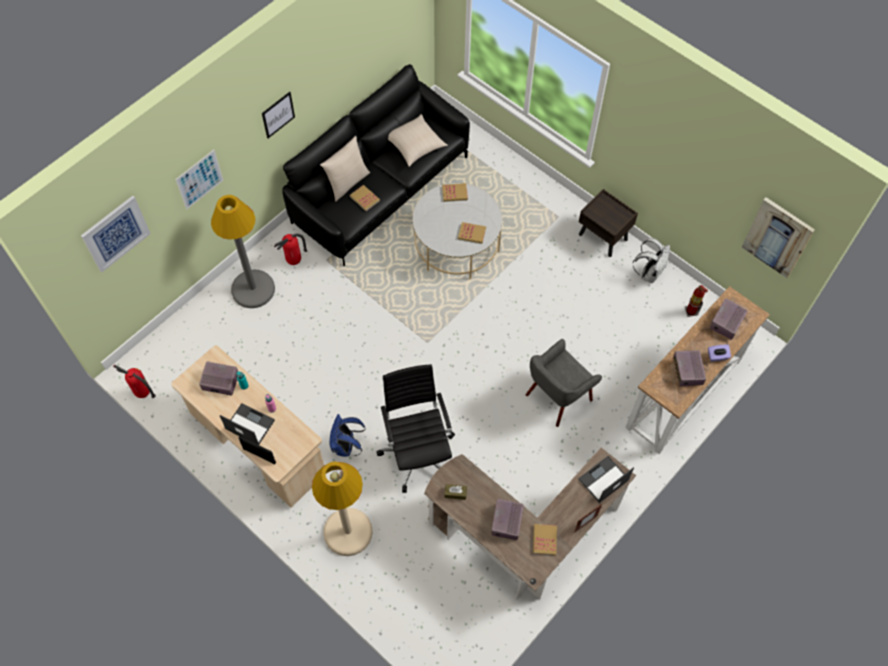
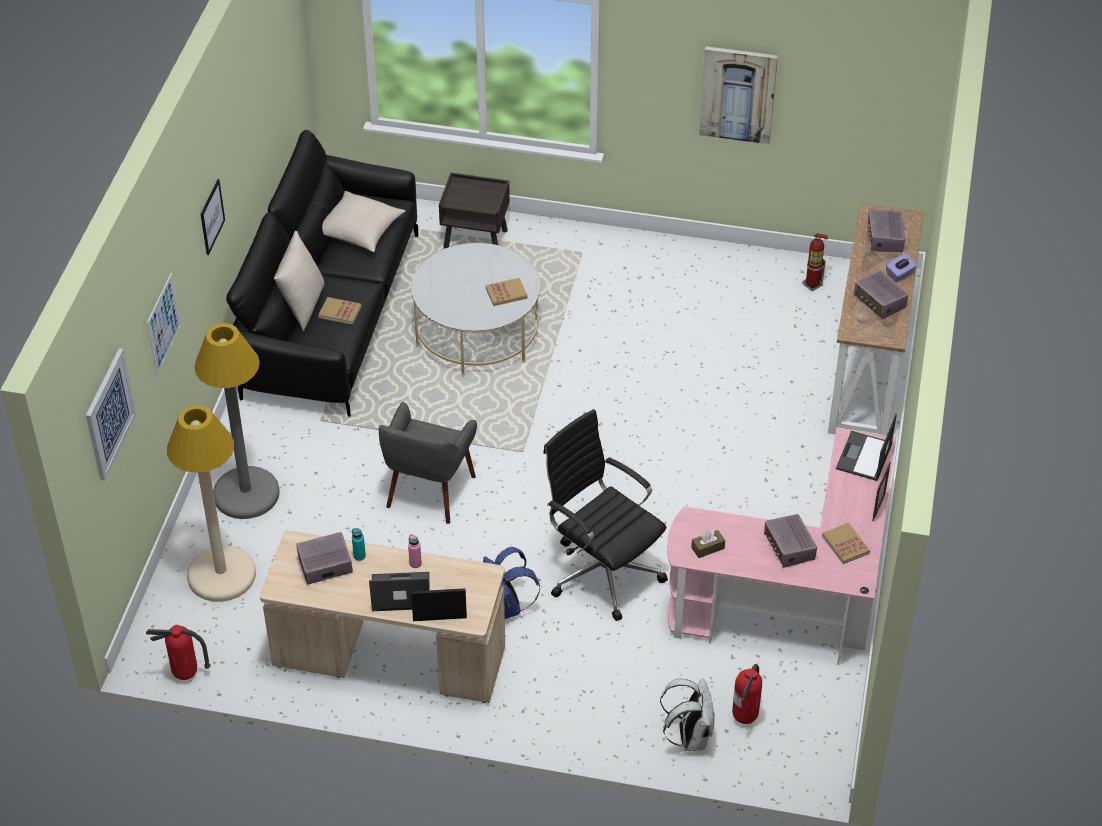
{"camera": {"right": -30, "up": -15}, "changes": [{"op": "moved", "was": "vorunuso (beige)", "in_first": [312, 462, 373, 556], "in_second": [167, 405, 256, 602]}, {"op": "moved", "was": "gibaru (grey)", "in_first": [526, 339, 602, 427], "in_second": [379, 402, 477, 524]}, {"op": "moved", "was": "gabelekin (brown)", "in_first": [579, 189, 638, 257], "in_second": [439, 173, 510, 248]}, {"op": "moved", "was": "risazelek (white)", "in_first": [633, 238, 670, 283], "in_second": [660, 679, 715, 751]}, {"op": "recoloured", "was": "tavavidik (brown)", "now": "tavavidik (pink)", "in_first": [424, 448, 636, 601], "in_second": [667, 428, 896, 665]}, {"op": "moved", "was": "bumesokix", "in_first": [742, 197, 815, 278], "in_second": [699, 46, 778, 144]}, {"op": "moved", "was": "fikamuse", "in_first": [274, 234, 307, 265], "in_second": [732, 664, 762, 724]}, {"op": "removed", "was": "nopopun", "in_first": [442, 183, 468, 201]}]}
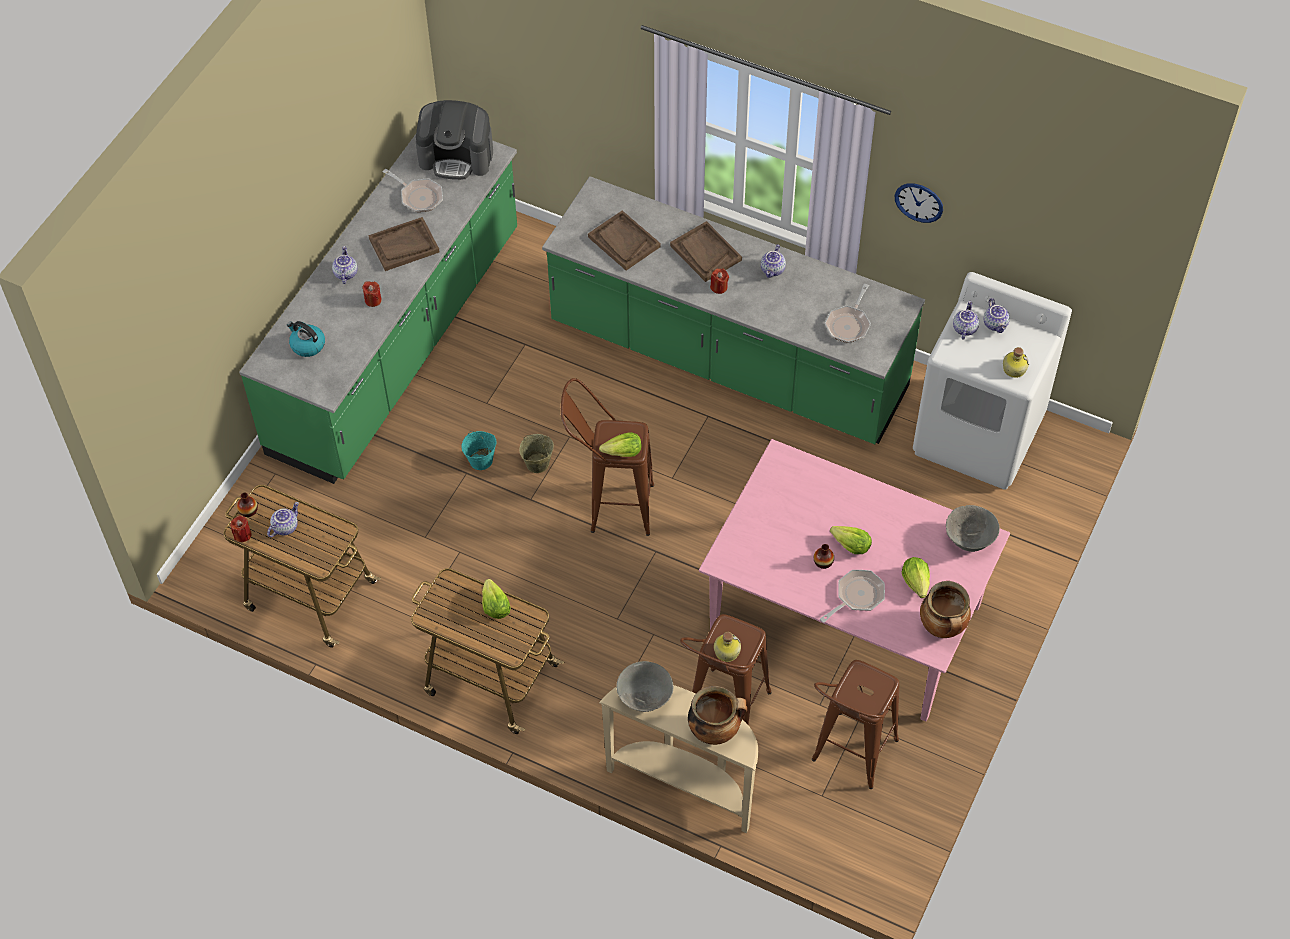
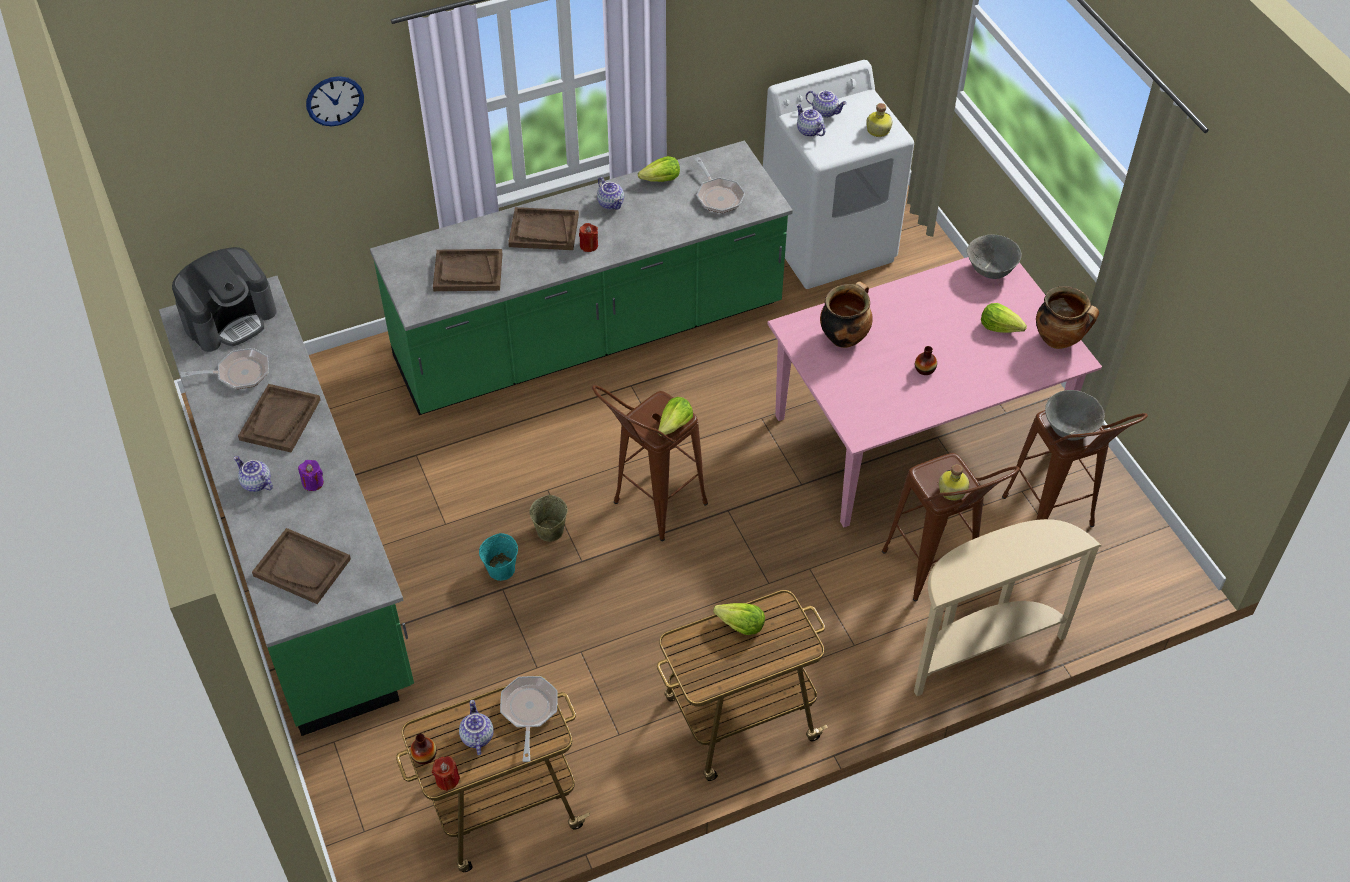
{"camera": {"right": -50, "up": -5}, "changes": [{"op": "replaced", "was": "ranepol", "now": "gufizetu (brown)", "in_first": [287, 321, 325, 357], "in_second": [252, 528, 351, 604]}, {"op": "recoloured", "was": "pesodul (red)", "now": "pesodul (purple)", "in_first": [362, 281, 382, 307], "in_second": [298, 460, 324, 491]}, {"op": "moved", "was": "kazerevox", "in_first": [894, 183, 943, 223], "in_second": [306, 76, 364, 126]}, {"op": "moved", "was": "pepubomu", "in_first": [820, 570, 885, 623], "in_second": [500, 676, 558, 762]}, {"op": "moved", "was": "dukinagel", "in_first": [830, 526, 872, 554], "in_second": [638, 156, 680, 182]}, {"op": "moved", "was": "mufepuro", "in_first": [688, 686, 747, 745], "in_second": [820, 281, 873, 348]}, {"op": "moved", "was": "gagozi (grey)", "in_first": [616, 661, 673, 712], "in_second": [1045, 390, 1105, 440]}]}
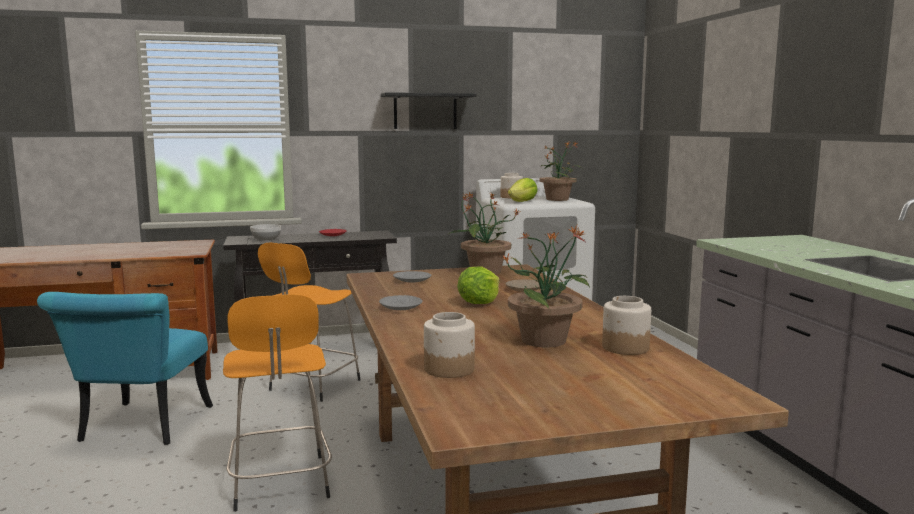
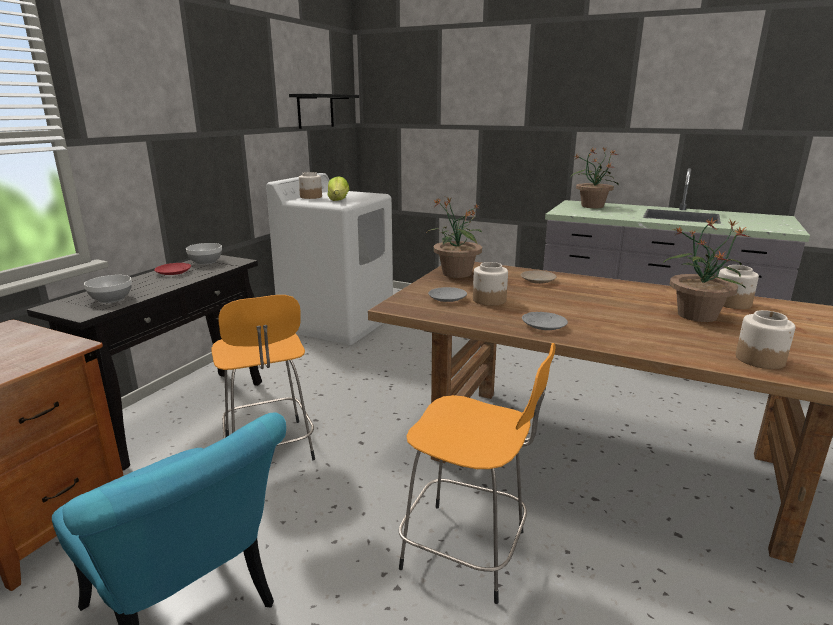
{"camera": {"right": -50, "up": 10}, "changes": [{"op": "added", "now": "gagozi", "in_second": [186, 243, 222, 265]}, {"op": "moved", "was": "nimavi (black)", "in_first": [381, 92, 476, 129], "in_second": [289, 94, 359, 129]}, {"op": "added", "now": "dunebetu", "in_second": [473, 262, 508, 306]}, {"op": "moved", "was": "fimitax", "in_first": [539, 141, 583, 201], "in_second": [570, 148, 619, 208]}, {"op": "removed", "was": "dukinagel", "in_first": [457, 266, 500, 304]}]}
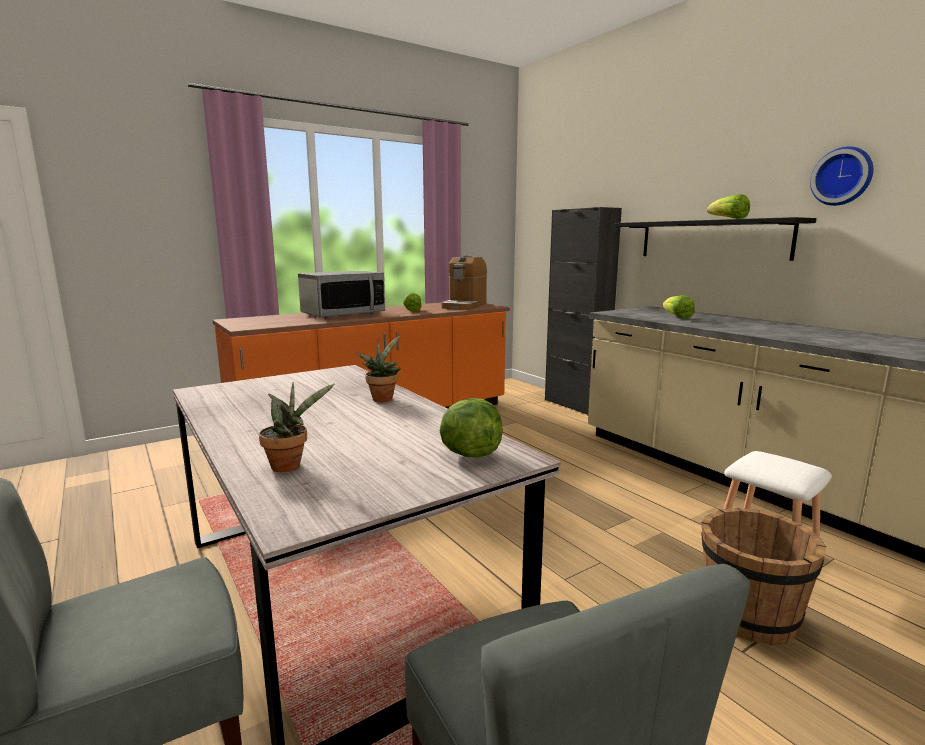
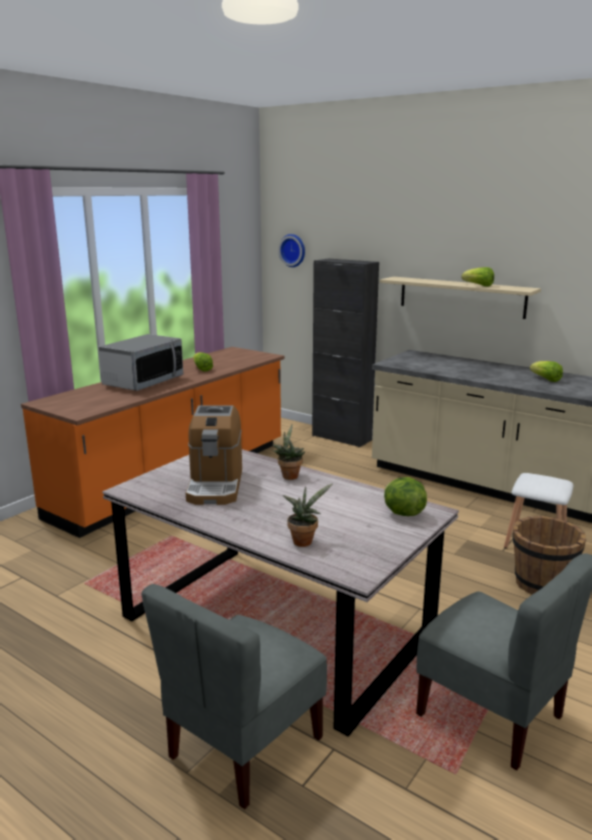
{"camera": {"right": -20, "up": 5}, "changes": [{"op": "moved", "was": "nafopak", "in_first": [442, 256, 487, 310], "in_second": [186, 405, 242, 505]}, {"op": "moved", "was": "kazerevox", "in_first": [810, 147, 874, 206], "in_second": [278, 234, 305, 267]}, {"op": "recoloured", "was": "nimavi (black)", "now": "nimavi (beige)", "in_first": [615, 217, 816, 261], "in_second": [380, 277, 541, 319]}, {"op": "moved", "was": "dukinagel", "in_first": [663, 295, 695, 319], "in_second": [530, 361, 563, 382]}]}
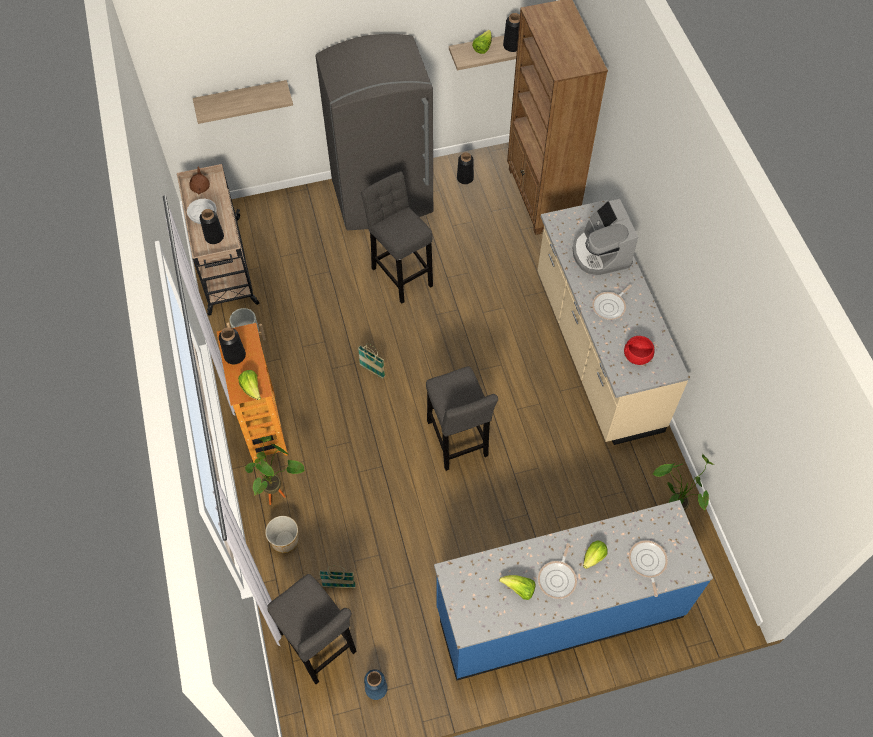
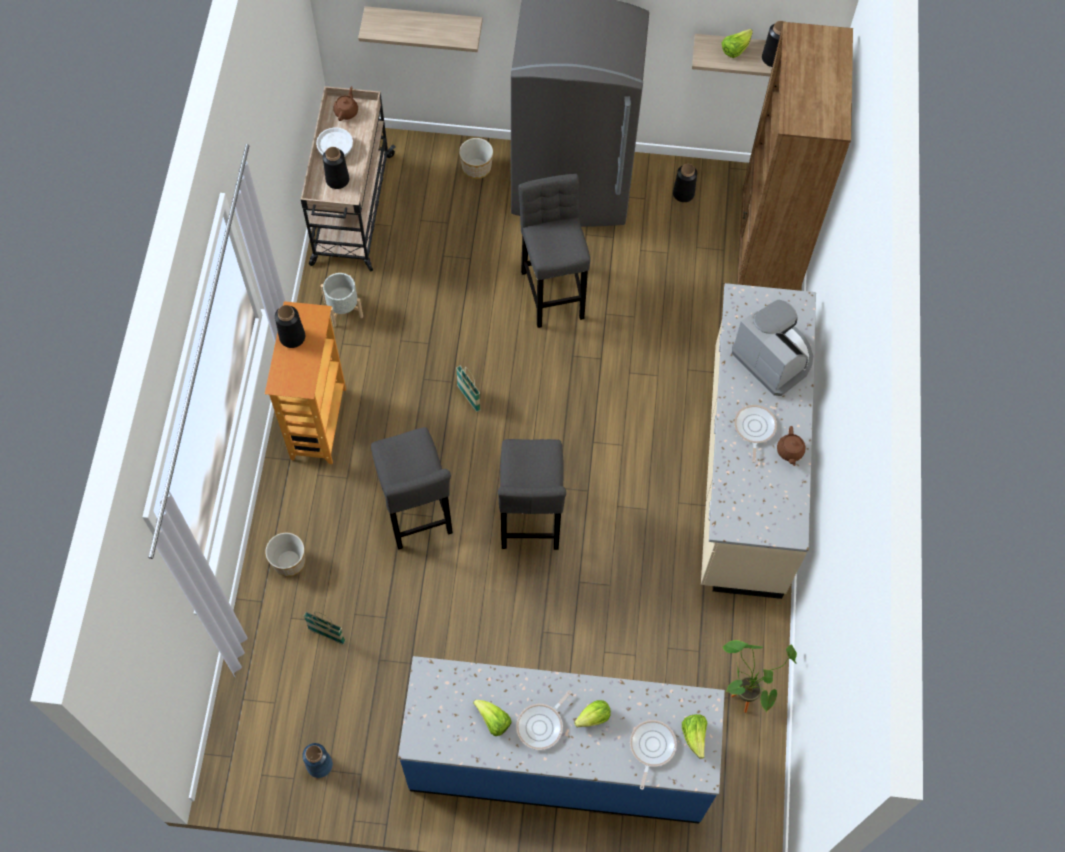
{"camera": {"right": 20, "up": 5}, "changes": [{"op": "moved", "was": "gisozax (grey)", "in_first": [267, 574, 357, 684], "in_second": [371, 427, 453, 550]}, {"op": "added", "now": "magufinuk", "in_second": [459, 138, 493, 179]}, {"op": "moved", "was": "dukinagel", "in_first": [238, 370, 261, 400], "in_second": [682, 714, 707, 759]}, {"op": "turned", "was": "nafopak", "in_first": [572, 199, 638, 275], "in_second": [732, 300, 813, 396], "clockwise": 135}, {"op": "turned", "was": "pepubomu", "in_first": [592, 285, 632, 320], "in_second": [734, 405, 777, 463], "clockwise": 120}, {"op": "added", "now": "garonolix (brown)", "in_second": [777, 426, 805, 466]}, {"op": "removed", "was": "fimitax", "in_first": [245, 436, 305, 505]}, {"op": "removed", "was": "gagozi (red)", "in_first": [624, 336, 655, 365]}]}
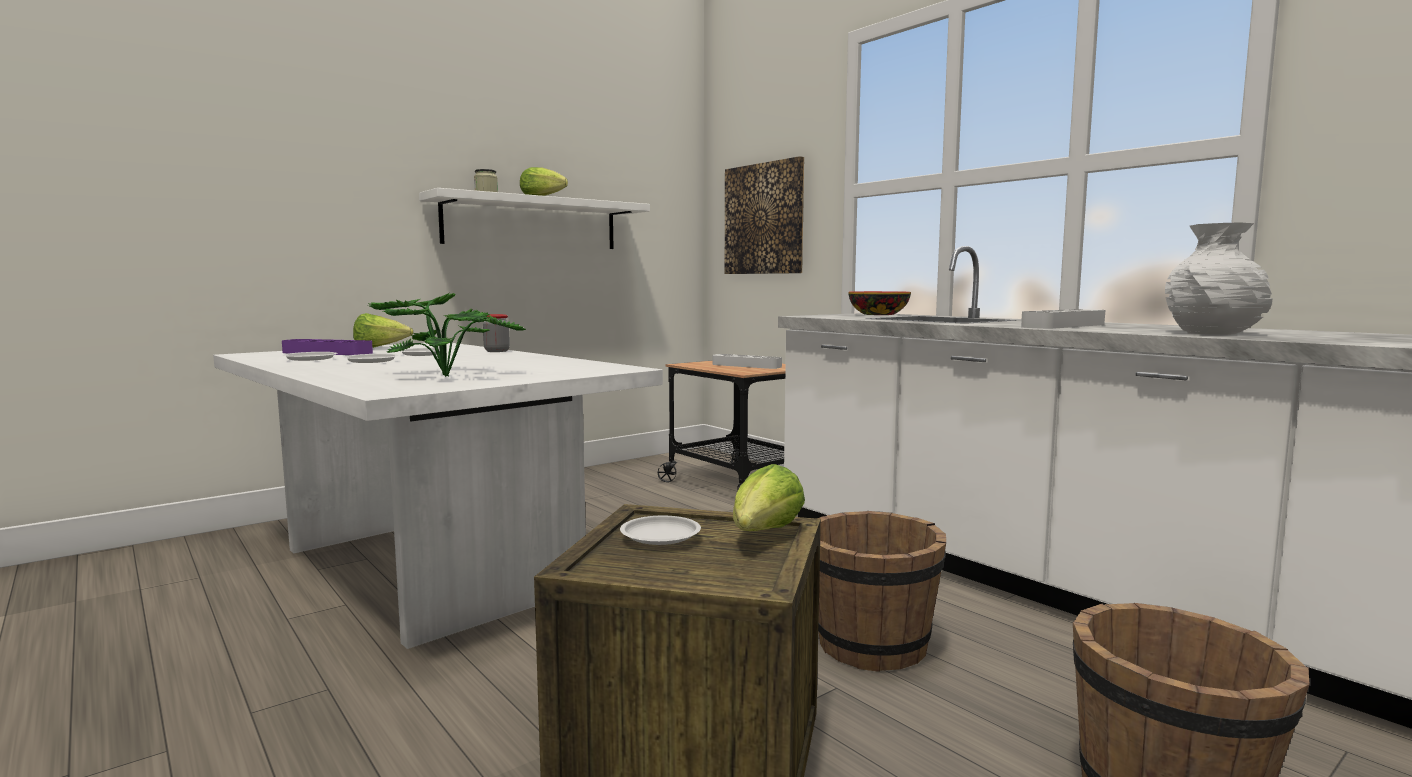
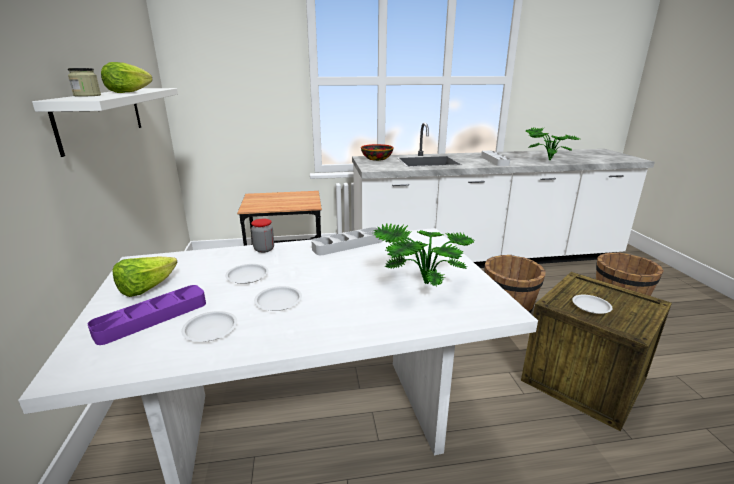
{"camera": {"right": -60, "up": 15}, "changes": [{"op": "moved", "was": "gufizetu (grey)", "in_first": [712, 354, 782, 369], "in_second": [311, 227, 383, 255]}, {"op": "replaced", "was": "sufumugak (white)", "now": "fimitax", "in_first": [1165, 222, 1272, 335], "in_second": [526, 127, 580, 160]}, {"op": "removed", "was": "bumesokix", "in_first": [725, 156, 804, 274]}, {"op": "removed", "was": "dukinagel", "in_first": [733, 464, 805, 531]}]}
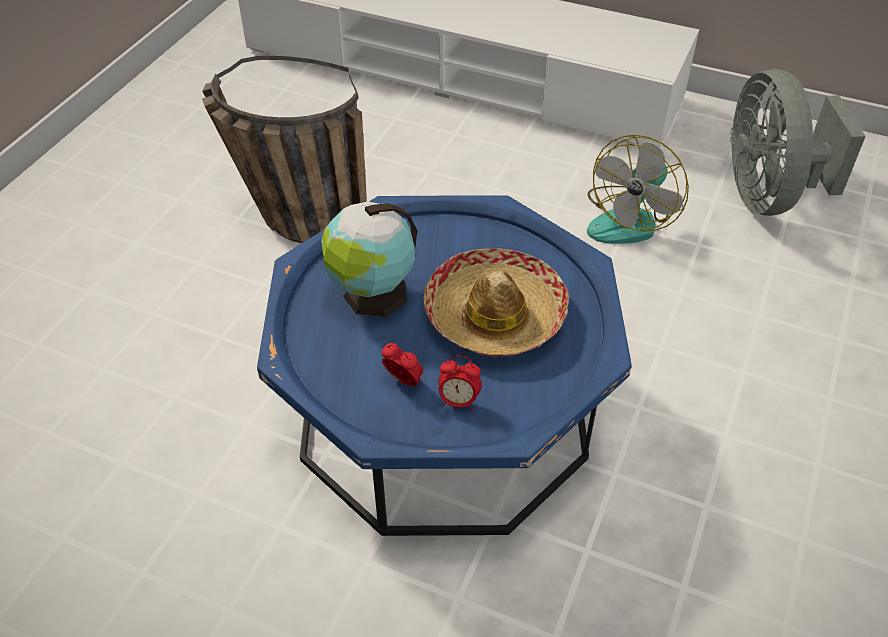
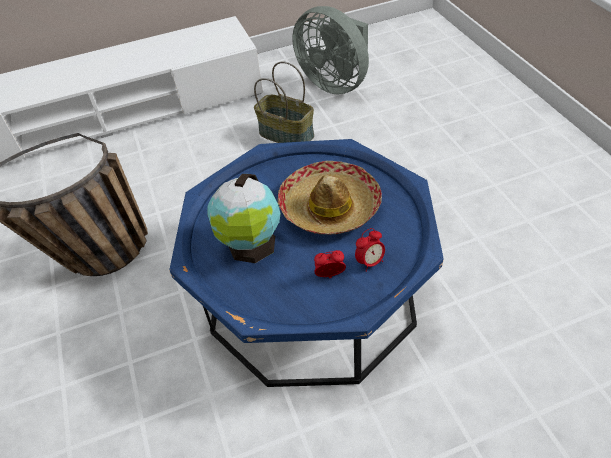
{"camera": {"right": -40, "up": 0}, "changes": [{"op": "replaced", "was": "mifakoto", "now": "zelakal", "in_first": [587, 135, 689, 244], "in_second": [254, 61, 314, 143]}]}
